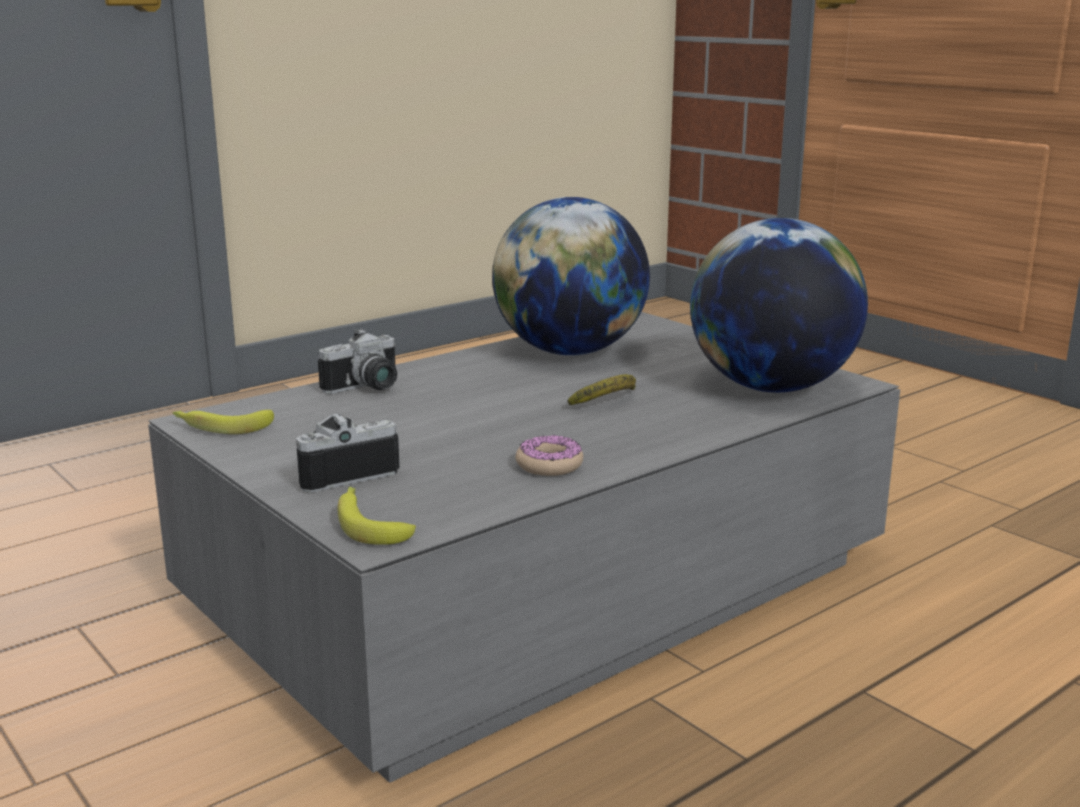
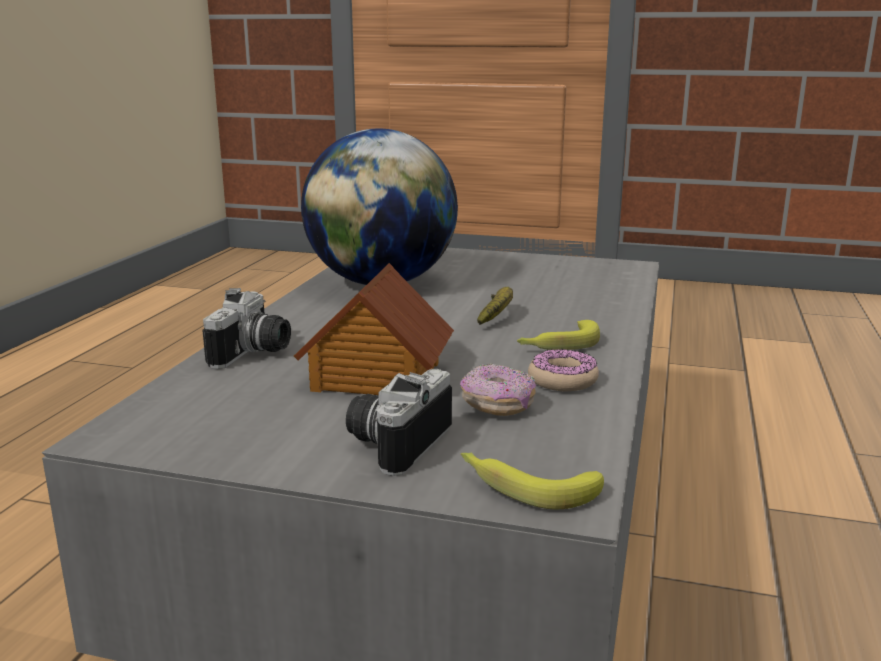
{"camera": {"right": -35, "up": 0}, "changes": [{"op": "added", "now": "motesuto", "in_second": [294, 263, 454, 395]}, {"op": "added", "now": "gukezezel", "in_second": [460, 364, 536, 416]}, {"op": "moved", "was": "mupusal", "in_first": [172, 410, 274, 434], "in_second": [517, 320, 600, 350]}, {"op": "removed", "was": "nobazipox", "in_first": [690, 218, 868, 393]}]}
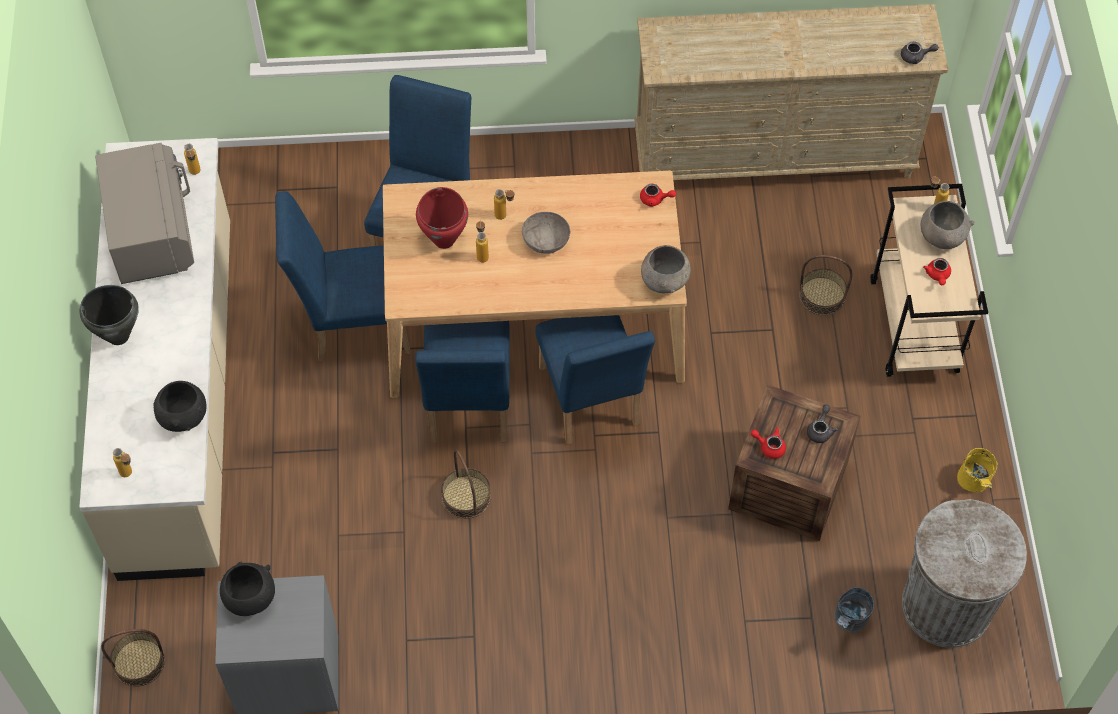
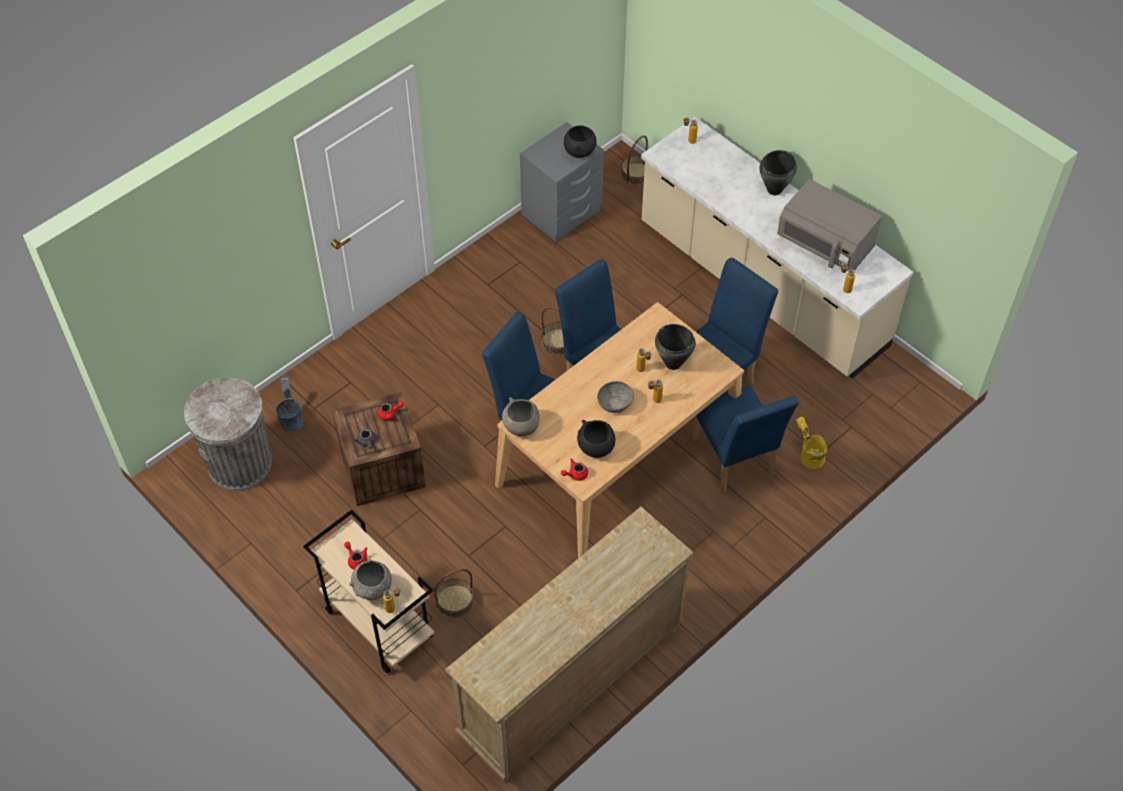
{"camera": {"right": 140, "up": -5}, "changes": [{"op": "moved", "was": "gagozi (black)", "in_first": [153, 381, 206, 432], "in_second": [577, 420, 615, 458]}, {"op": "recoloured", "was": "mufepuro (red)", "now": "mufepuro (black)", "in_first": [416, 187, 468, 249], "in_second": [655, 324, 696, 370]}, {"op": "moved", "was": "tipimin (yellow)", "in_first": [957, 448, 998, 492], "in_second": [796, 417, 827, 469]}, {"op": "removed", "was": "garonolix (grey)", "in_first": [901, 41, 939, 64]}]}
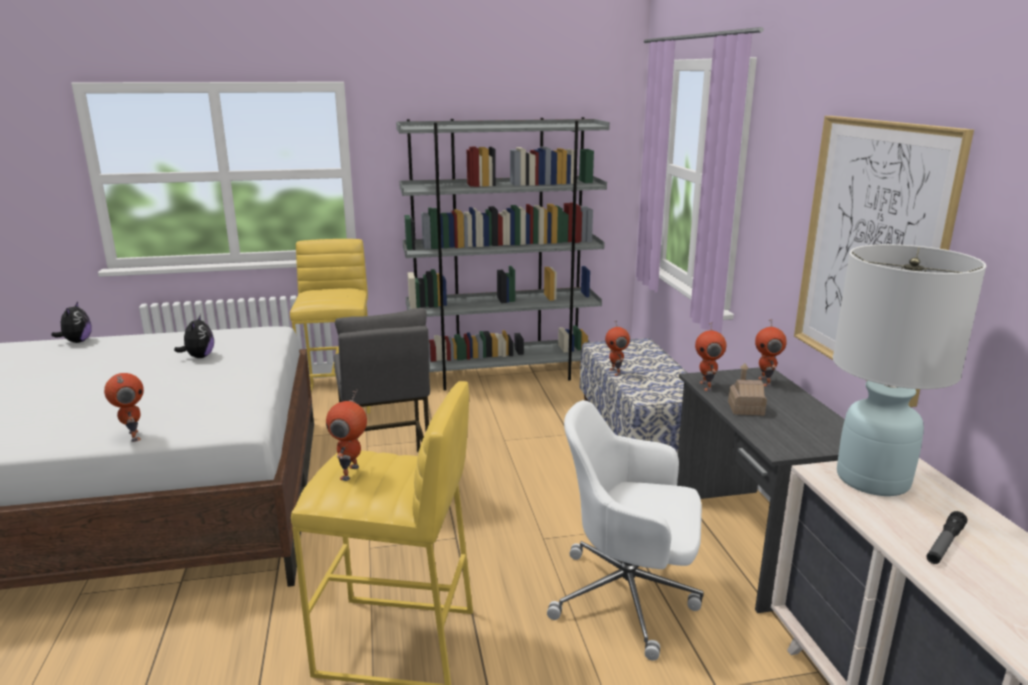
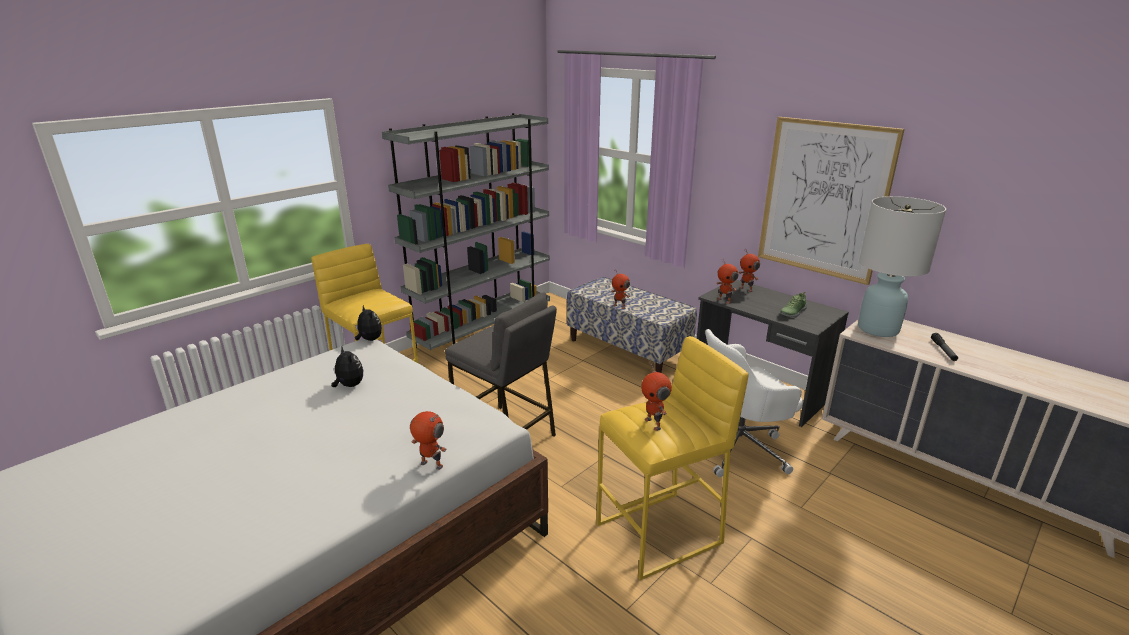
{"camera": {"right": -35, "up": 5}, "changes": [{"op": "moved", "was": "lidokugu", "in_first": [51, 301, 92, 343], "in_second": [355, 305, 382, 341]}, {"op": "added", "now": "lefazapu", "in_second": [780, 292, 807, 318]}, {"op": "removed", "was": "motesuto", "in_first": [728, 363, 767, 416]}]}
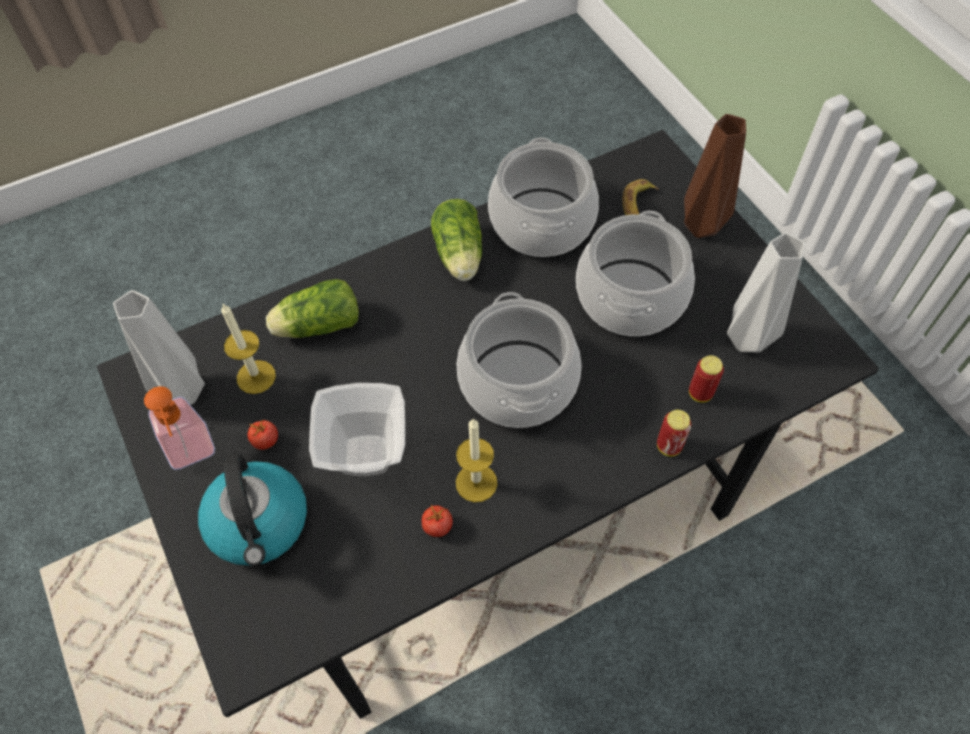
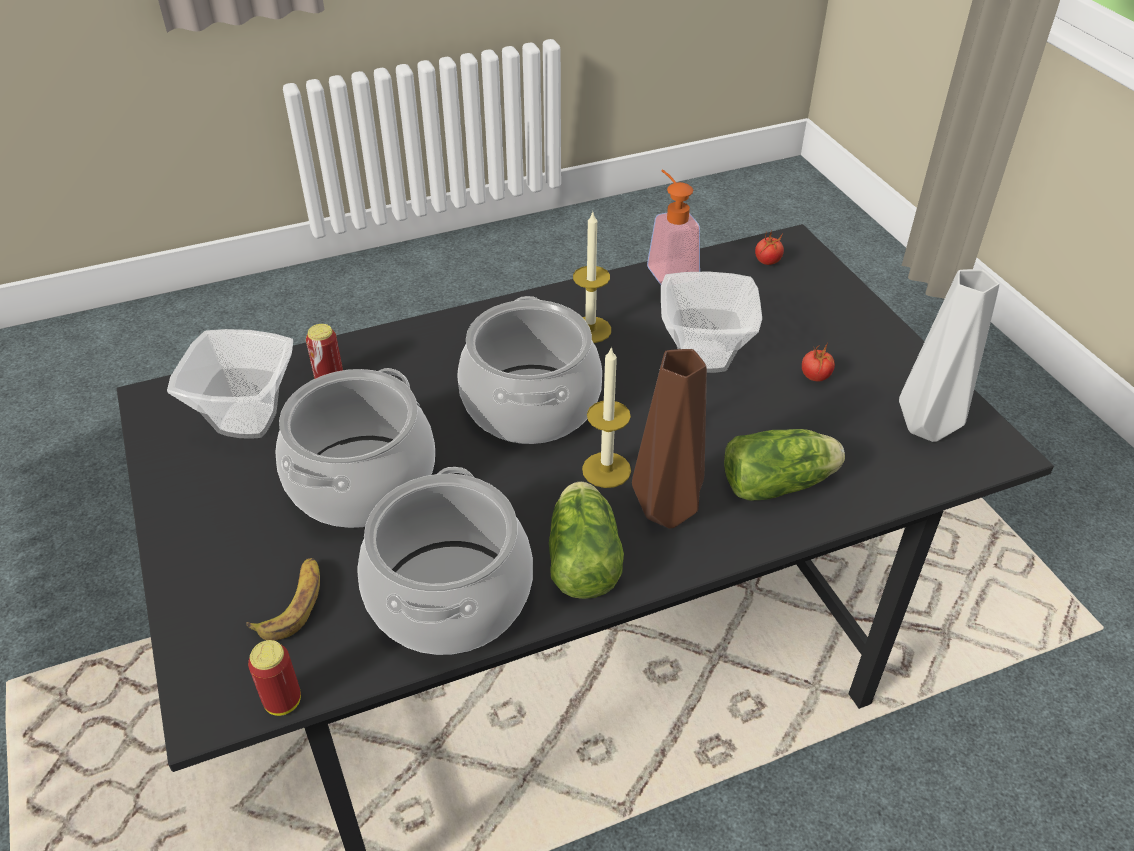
{"camera": {"right": -175, "up": -15}, "changes": [{"op": "replaced", "was": "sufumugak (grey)", "now": "gagozi", "in_first": [727, 233, 805, 352], "in_second": [167, 329, 293, 439]}, {"op": "moved", "was": "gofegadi", "in_first": [657, 410, 691, 457], "in_second": [248, 640, 301, 716]}, {"op": "moved", "was": "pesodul", "in_first": [221, 304, 276, 394], "in_second": [582, 346, 631, 488]}, {"op": "moved", "was": "sufumugak (brown)", "in_first": [684, 114, 746, 238], "in_second": [632, 349, 707, 529]}, {"op": "moved", "was": "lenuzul", "in_first": [144, 386, 215, 470], "in_second": [647, 170, 700, 285]}, {"op": "moved", "was": "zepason", "in_first": [422, 504, 453, 537], "in_second": [755, 231, 784, 265]}, {"op": "removed", "was": "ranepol", "in_first": [198, 454, 307, 566]}]}
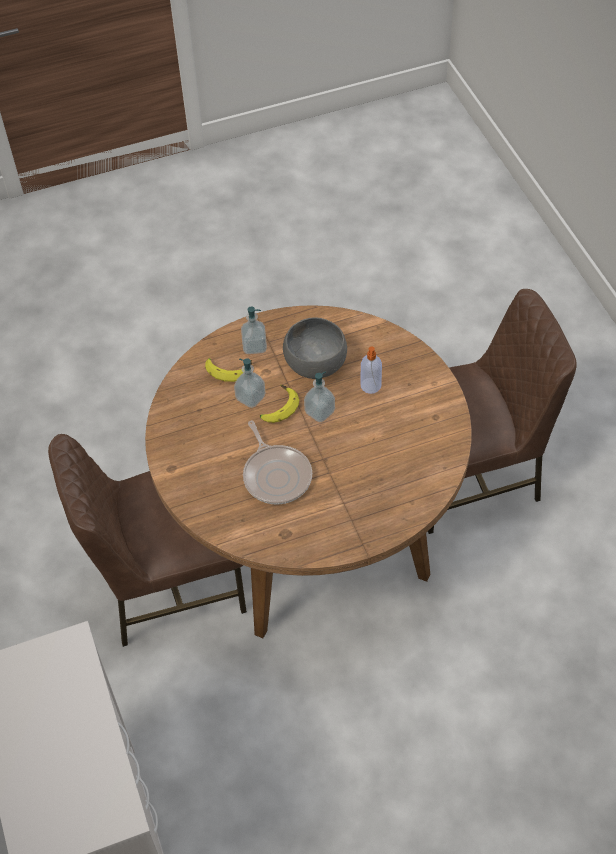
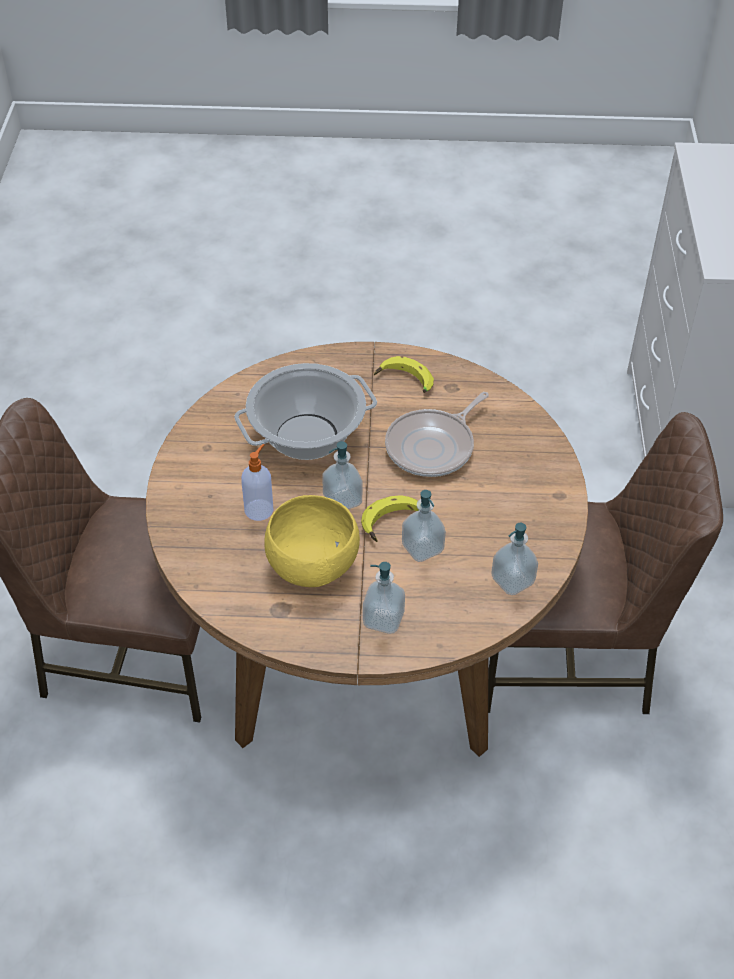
{"camera": {"right": -160, "up": -5}, "changes": [{"op": "added", "now": "mufepuro", "in_second": [234, 363, 377, 460]}, {"op": "recoloured", "was": "gagozi (grey)", "now": "gagozi (yellow)", "in_first": [283, 317, 347, 379], "in_second": [264, 495, 360, 587]}, {"op": "moved", "was": "mupusal", "in_first": [205, 358, 252, 382], "in_second": [374, 356, 434, 393]}, {"op": "turned", "was": "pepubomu", "in_first": [243, 421, 312, 505], "in_second": [385, 392, 489, 477], "clockwise": -135}, {"op": "added", "now": "lenuzul", "in_second": [491, 523, 538, 595]}]}
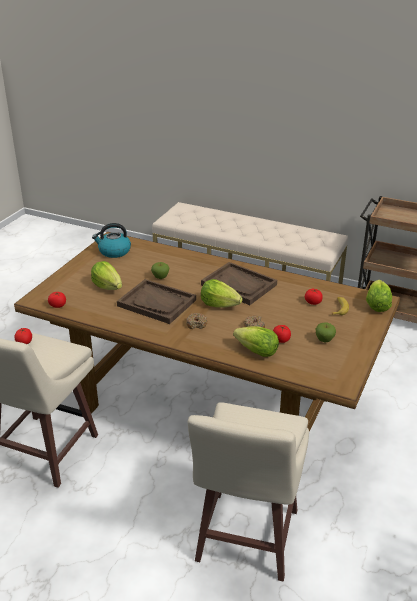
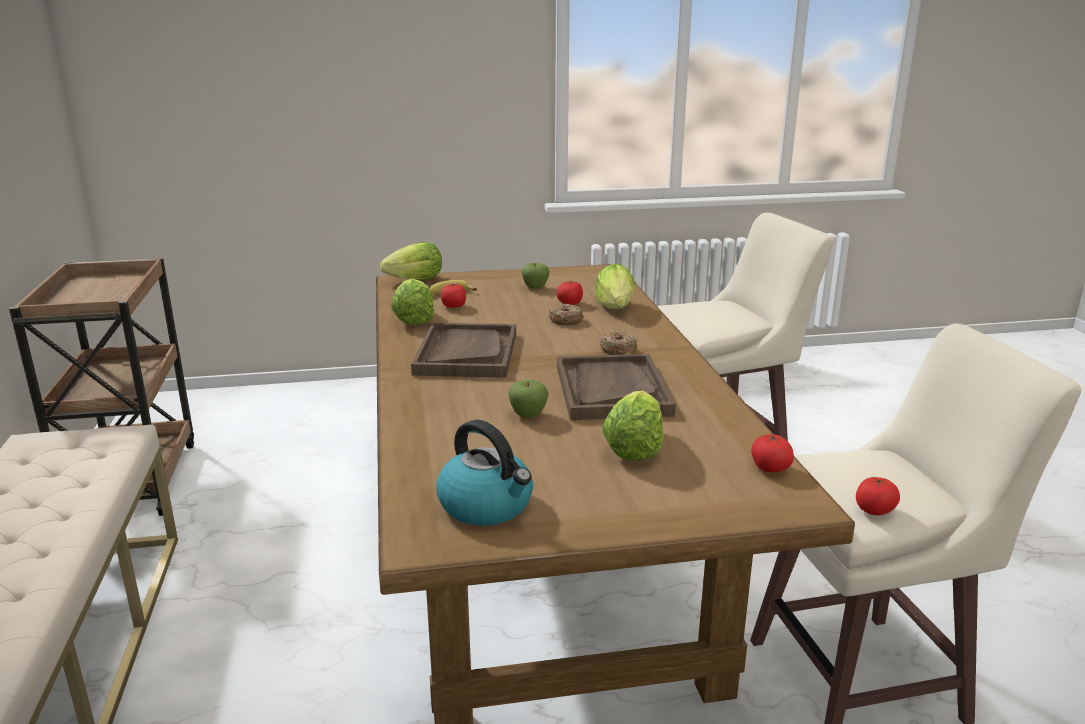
{"camera": {"right": -125, "up": -10}, "changes": [{"op": "moved", "was": "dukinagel", "in_first": [201, 279, 243, 308], "in_second": [391, 279, 435, 325]}]}
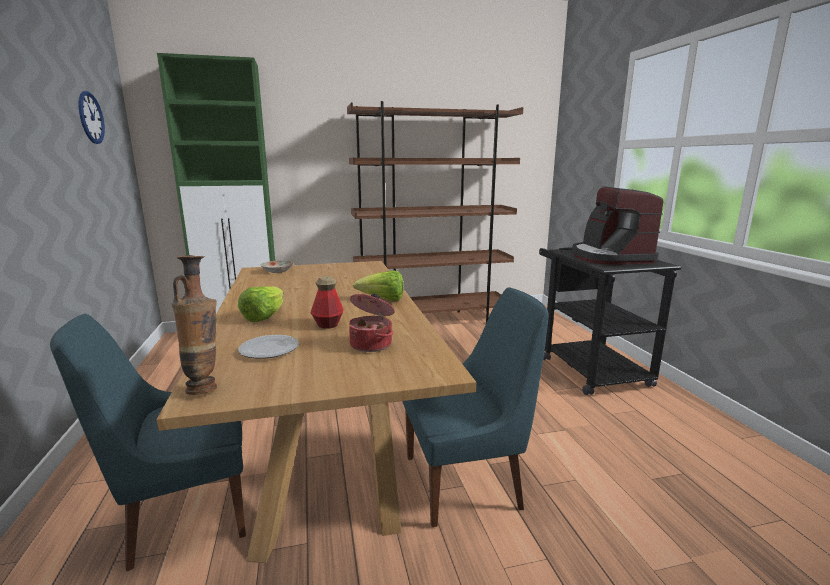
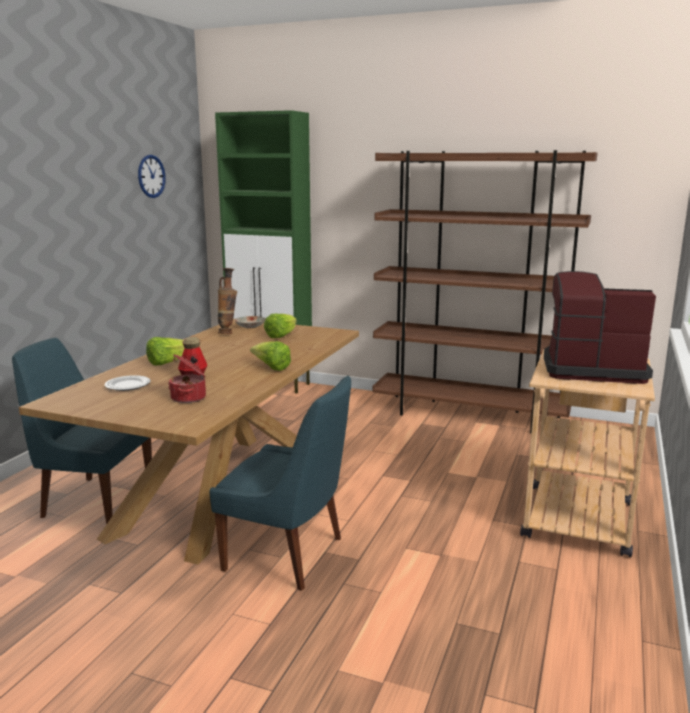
{"camera": {"right": 35, "up": 0}, "changes": [{"op": "moved", "was": "sufumugak", "in_first": [172, 255, 217, 395], "in_second": [218, 268, 237, 334]}, {"op": "added", "now": "dukinagel", "in_second": [264, 314, 297, 338]}, {"op": "recoloured", "was": "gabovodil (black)", "now": "gabovodil (beige)", "in_first": [539, 247, 681, 395], "in_second": [520, 350, 655, 557]}, {"op": "turned", "was": "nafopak", "in_first": [572, 186, 664, 265], "in_second": [544, 271, 656, 384], "clockwise": 75}]}
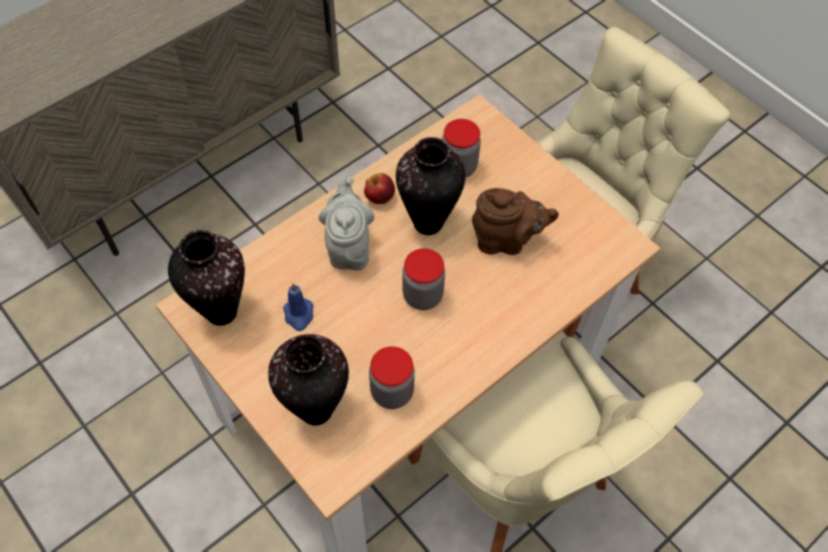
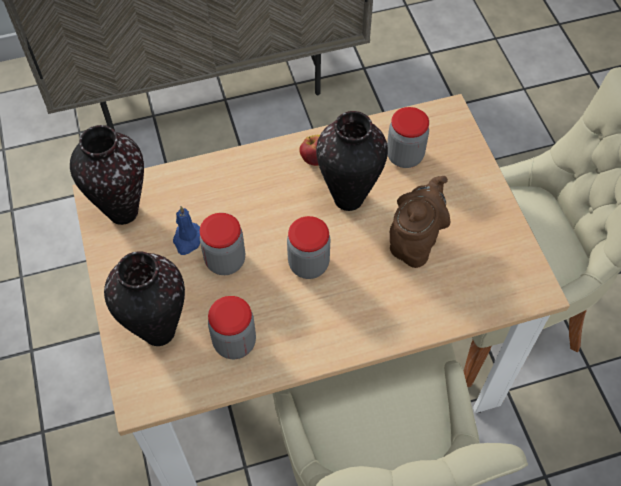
{"camera": {"right": 25, "up": 0}, "changes": [{"op": "added", "now": "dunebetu", "in_second": [200, 213, 245, 275]}, {"op": "turned", "was": "garonolix (brown)", "in_first": [472, 188, 559, 255], "in_second": [389, 176, 451, 268], "clockwise": -90}, {"op": "removed", "was": "garonolix (grey)", "in_first": [319, 177, 374, 271]}]}
